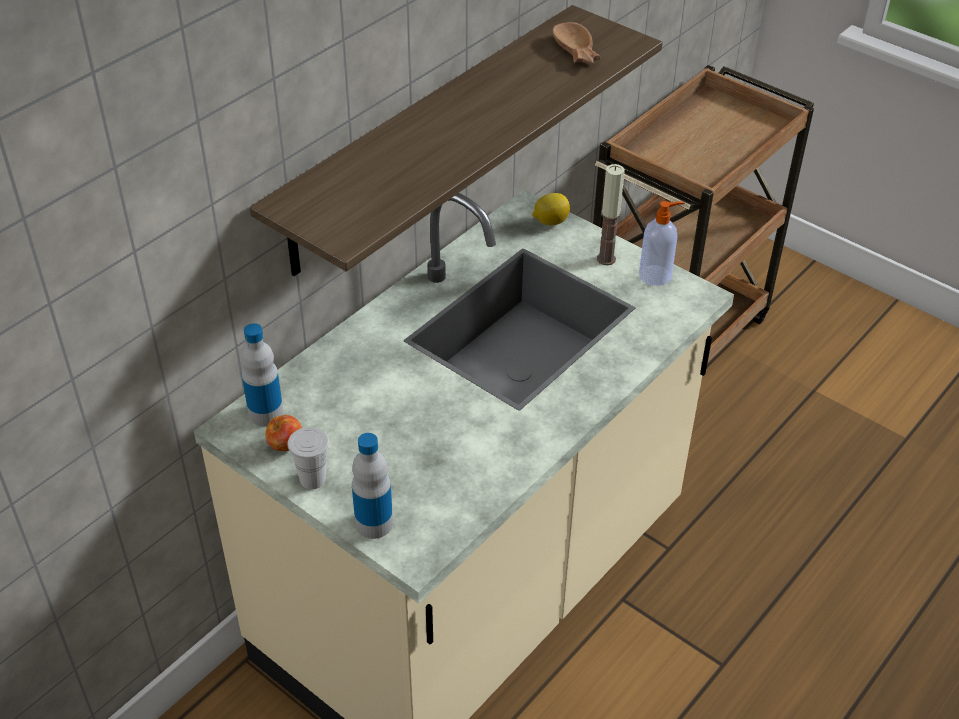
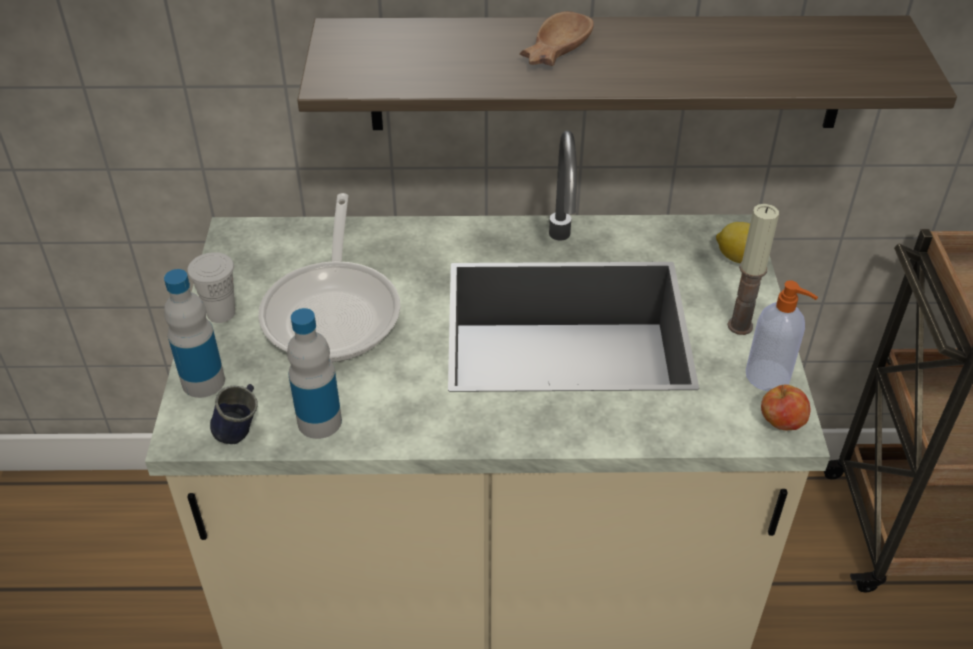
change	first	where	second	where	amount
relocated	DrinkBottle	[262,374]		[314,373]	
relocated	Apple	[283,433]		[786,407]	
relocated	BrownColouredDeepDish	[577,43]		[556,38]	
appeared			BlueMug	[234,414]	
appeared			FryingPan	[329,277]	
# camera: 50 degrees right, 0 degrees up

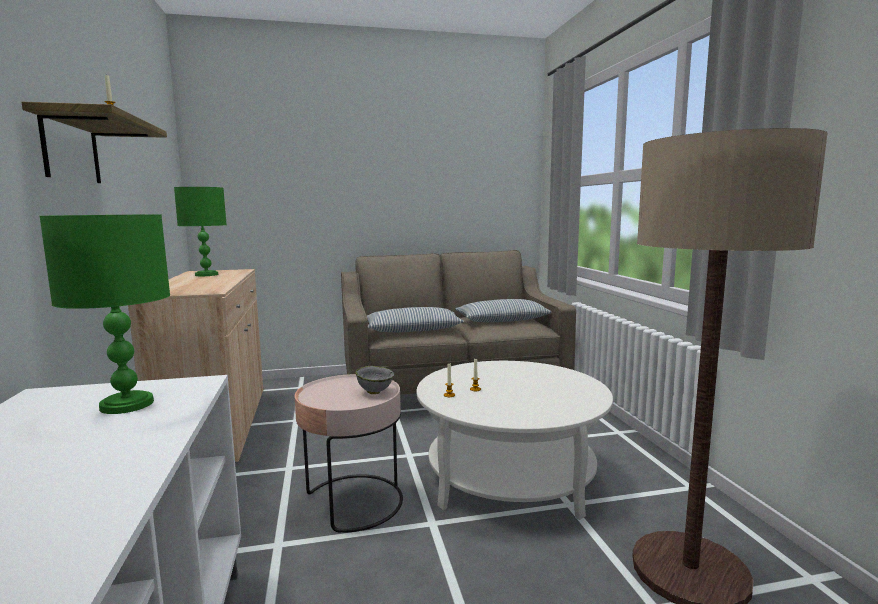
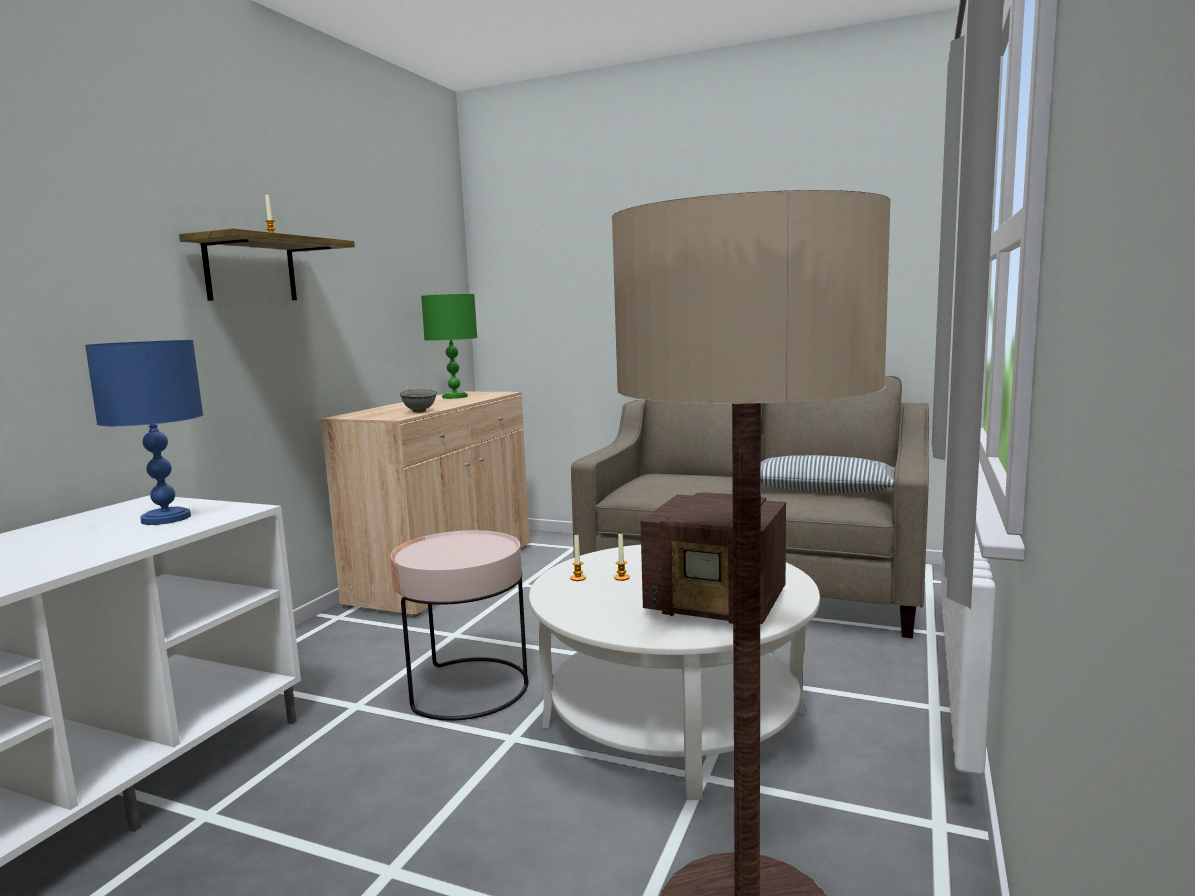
change	first	where	second	where	amount
colour	GreenLampForATable	[105,314]	BlueLampForATable	[144,432]	
relocated	GrayDeepDish	[374,380]		[418,401]	
missing	Cushion	[415,319]			
appeared			RadioSet	[713,558]	
# camera: 35 degrees right, 0 degrees up

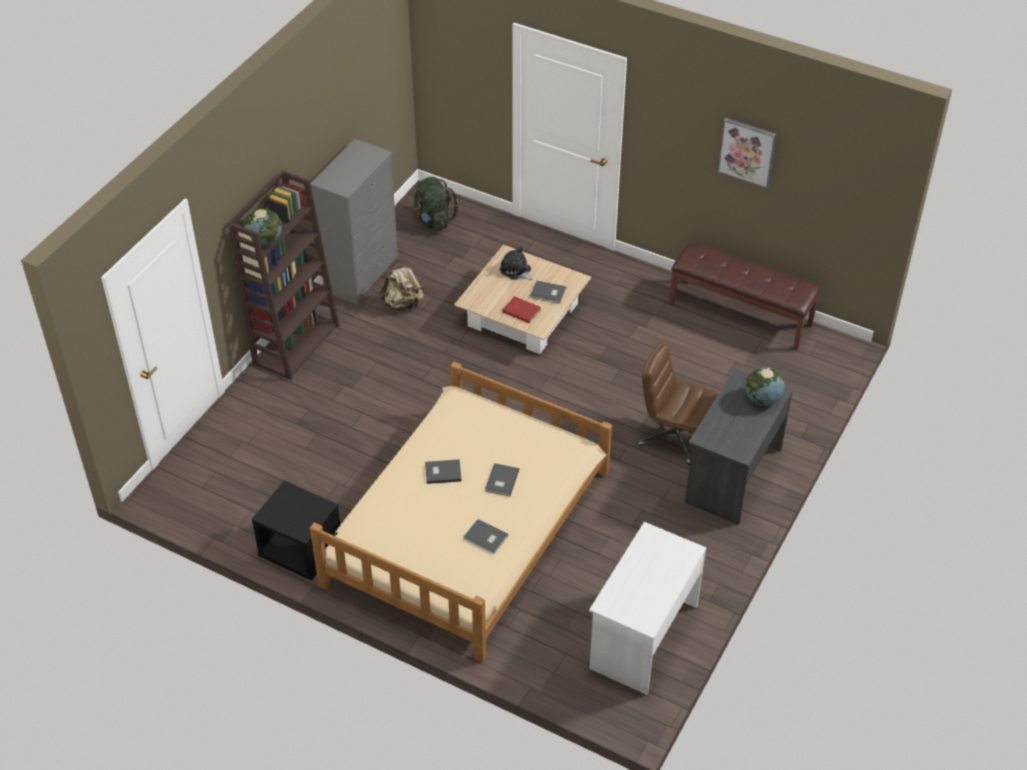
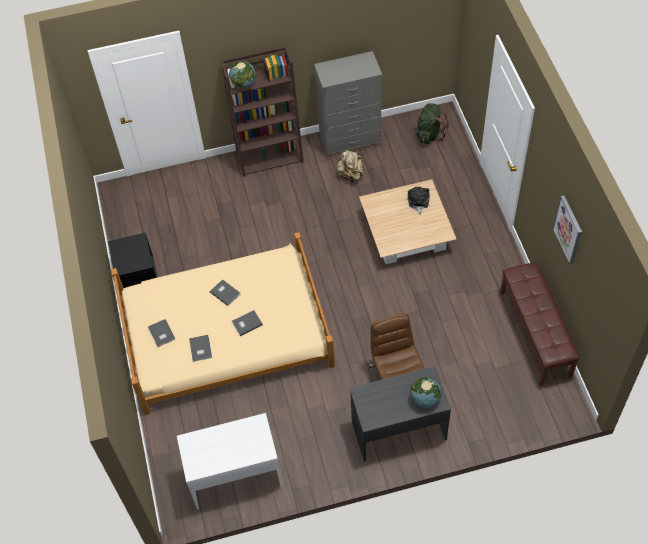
change	first	where	second	where	amount
missing	RedVolume	[521,309]			
relocated	GrayVolume	[548,292]		[161,333]	
# camera: 50 degrees right, 10 degrees up

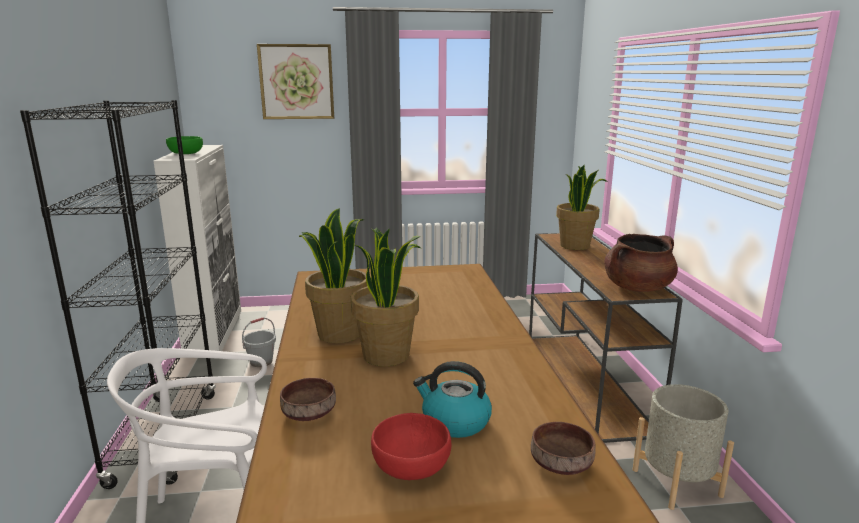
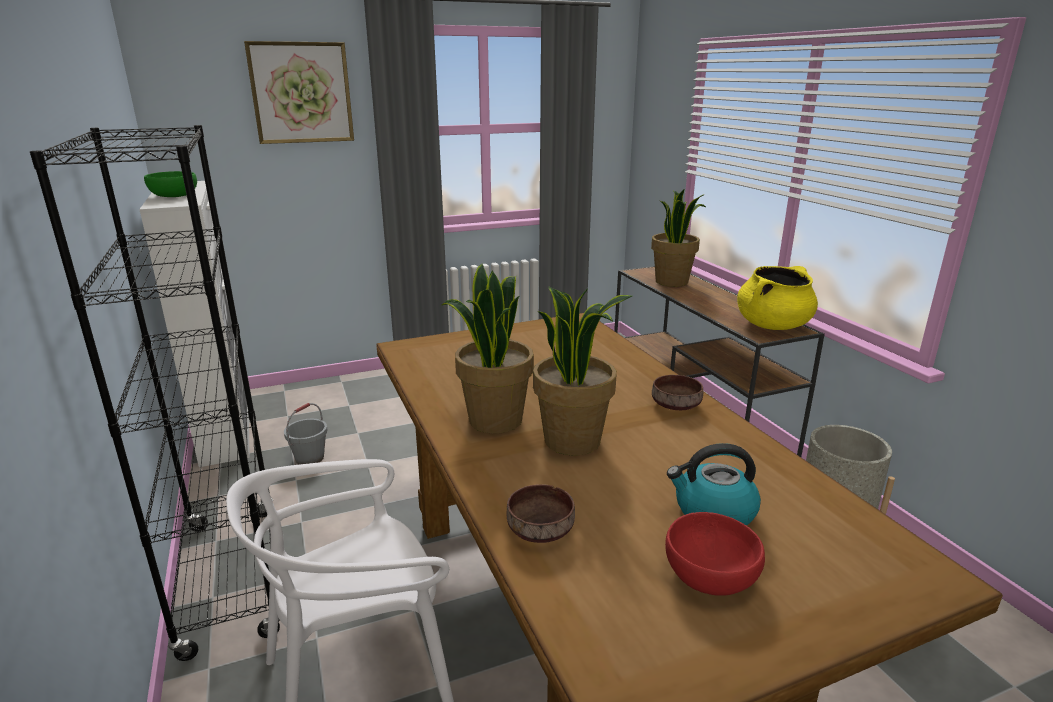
change	first	where	second	where	amount
relocated	BrownColouredDeepDish	[563,448]		[677,392]	
colour	BrownColouredSaucepot	[641,263]	YellowishSaucepot	[777,298]	
# camera: 15 degrees left, 5 degrees up

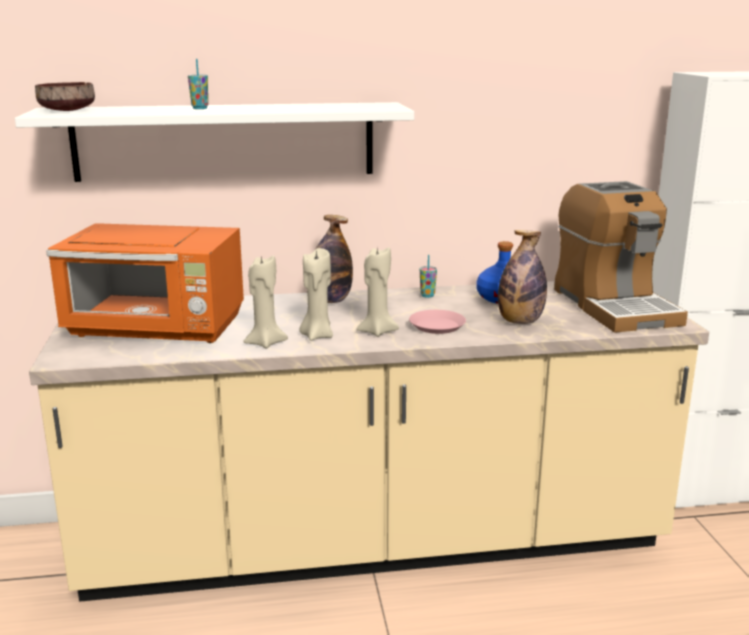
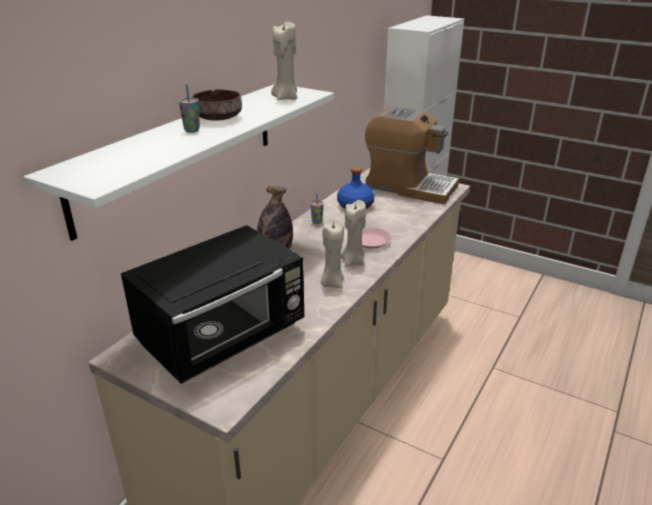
change	first	where	second	where	amount
relocated	BrownColouredDeepDish	[65,96]		[216,105]	
colour	OrangeColouredKitchenMicrowave	[145,283]	BlackKitchenMicrowave	[212,304]	
relocated	BeigeColouredCandle	[265,302]		[284,61]	
missing	DrinkBottle	[522,277]			
# camera: 50 degrees left, 10 degrees up

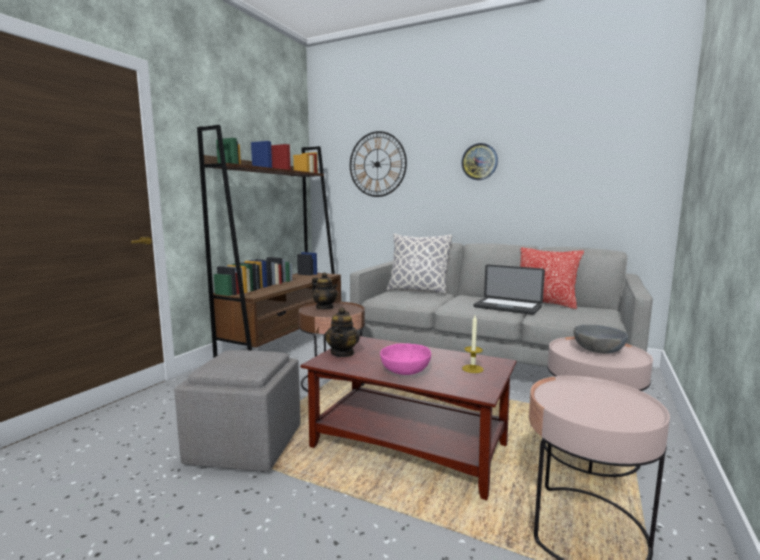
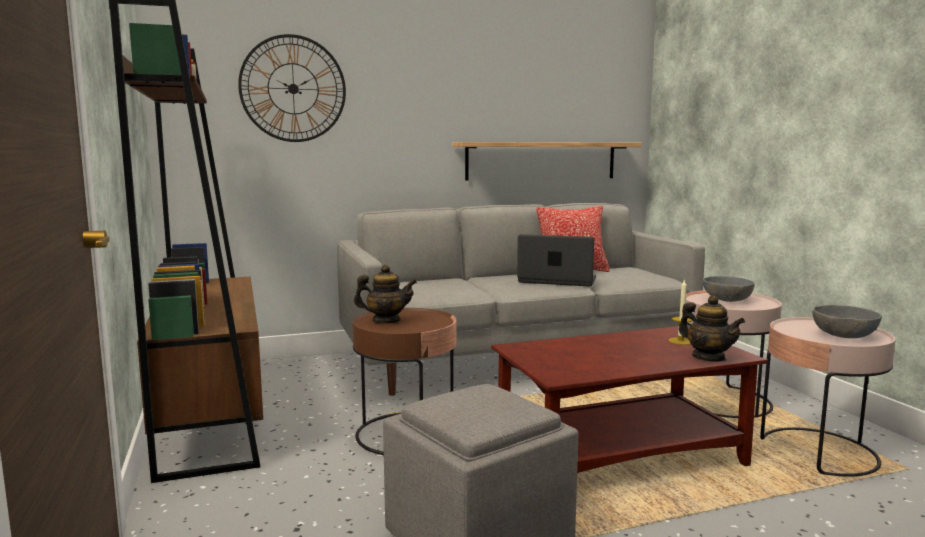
change	first	where	second	where	amount
relocated	Teapot	[342,332]		[712,328]	
missing	PinkishDeepDish	[405,359]			
missing	Cushion	[419,264]			
missing	HangingClock	[479,161]			
spun	NotebookComputer	[509,289]		[556,260]	150 degrees counterclockwise
appeared			Shelf	[547,161]	
appeared			GrayDeepDish	[847,321]	
# camera: 45 degrees left, 0 degrees up

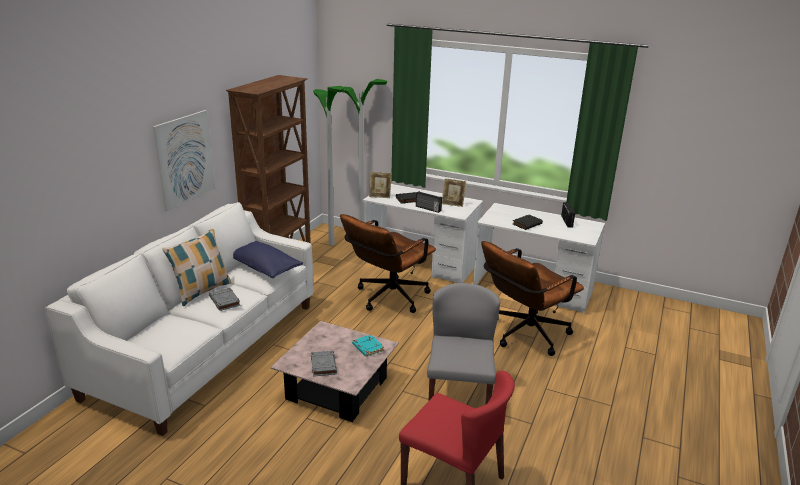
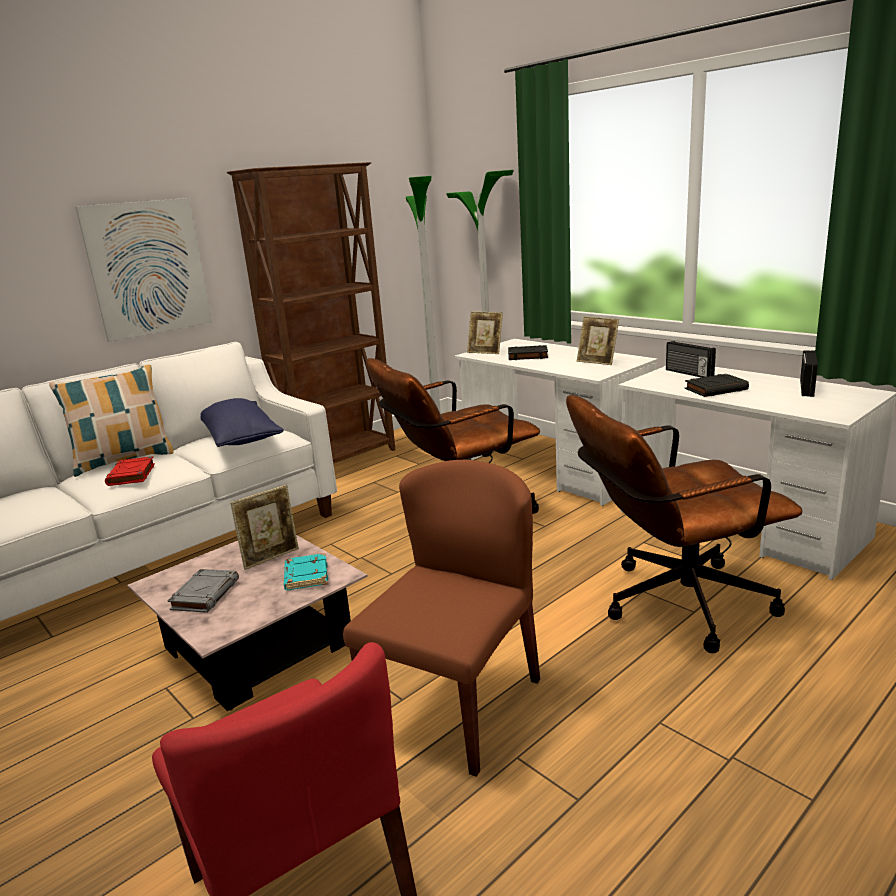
change	first	where	second	where	amount
colour	GrayVolume	[224,299]	RedVolume	[130,471]	
relocated	RadioSet	[429,202]		[691,359]	
colour	GrayChair	[463,344]	BrownColouredChair	[441,618]	
appeared			StandingFrame	[264,527]	
# camera: 25 degrees right, 5 degrees down

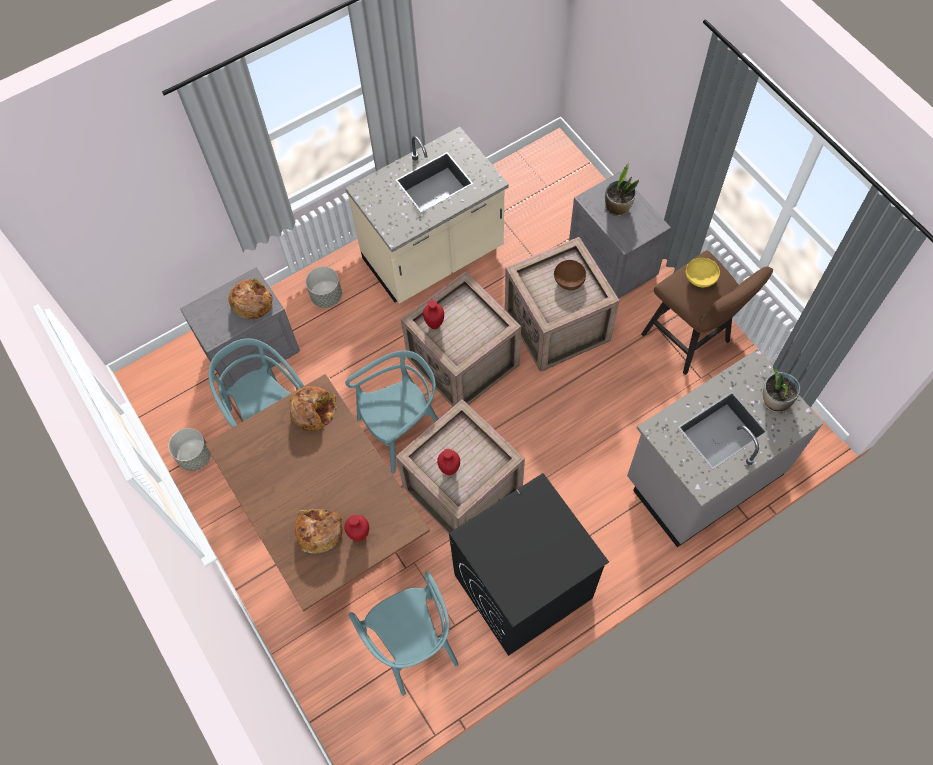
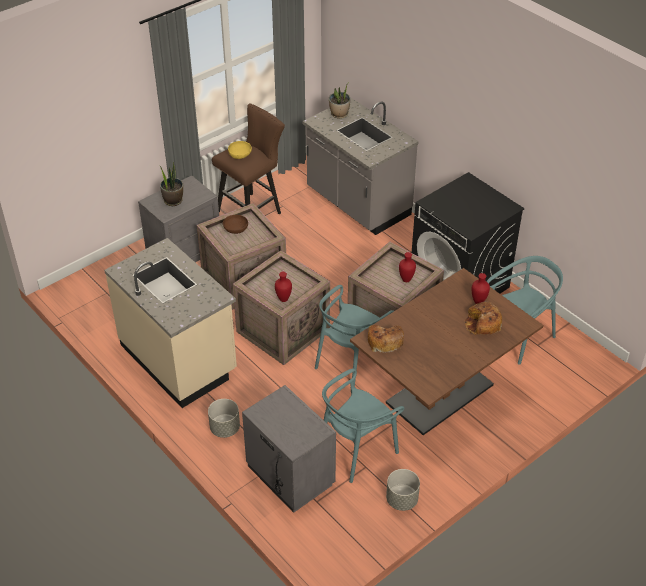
change	first	where	second	where	amount
missing	Bread	[250,299]			
spun	TurquoiseColouredChair	[391,412]		[354,335]	105 degrees counterclockwise
# camera: 100 degrees left, 20 degrees down

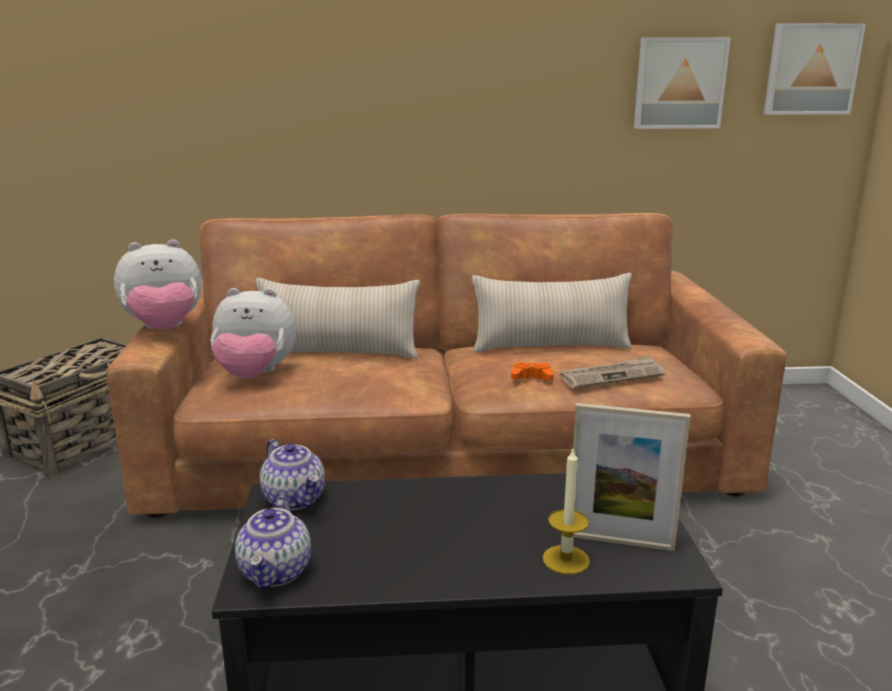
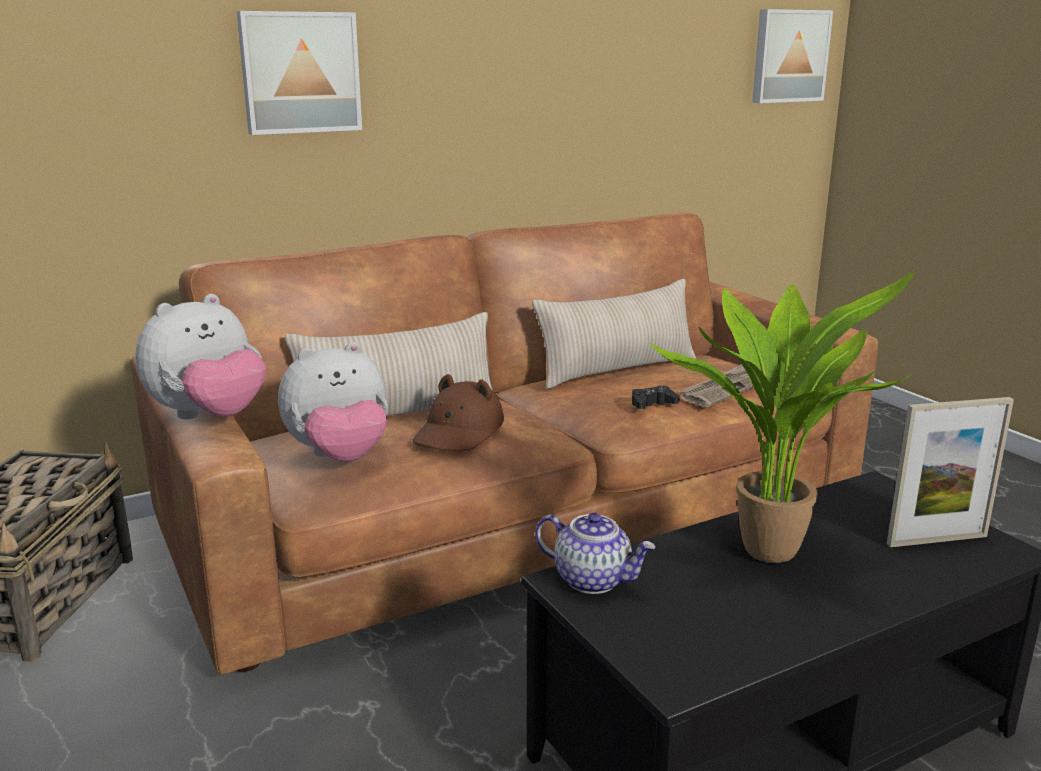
change	first	where	second	where	amount
missing	Teapot	[273,542]			
colour	OrangeColouredGameController	[532,371]	BlackGameController	[656,397]	
missing	Candle	[566,511]			
relocated	WallPicture	[682,83]		[299,73]	
appeared			BrownColouredHat	[458,412]	
appeared			PottedPlant	[782,416]	
# camera: 25 degrees left, 0 degrees up

